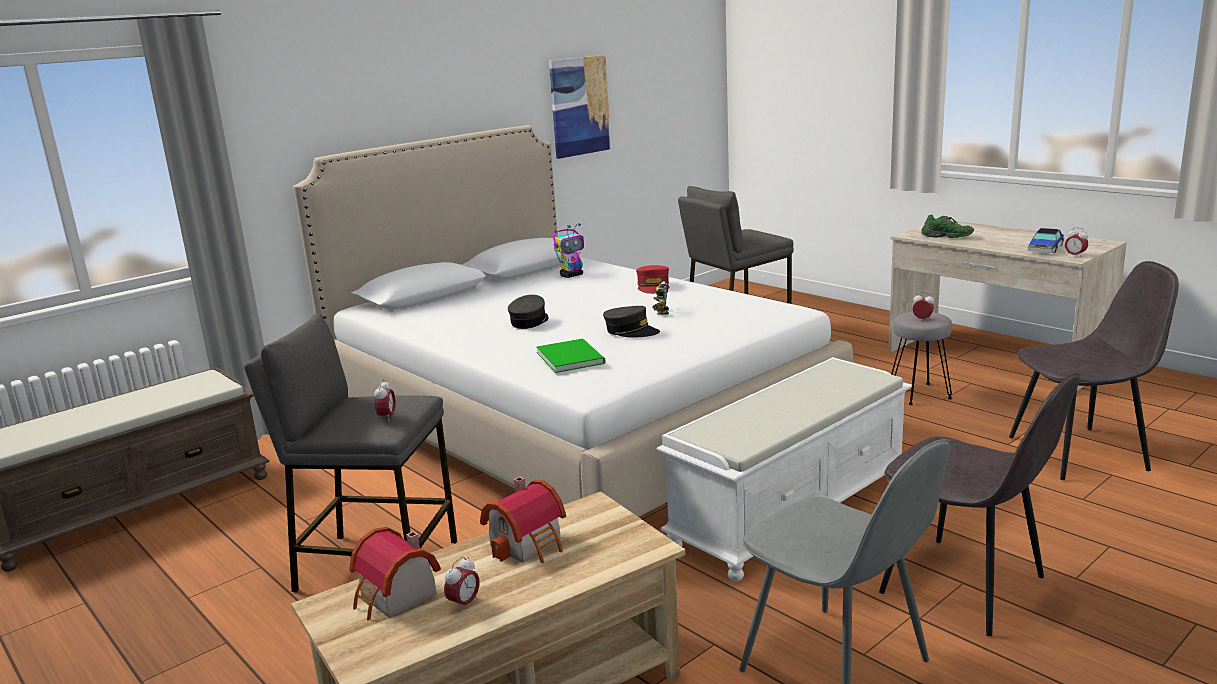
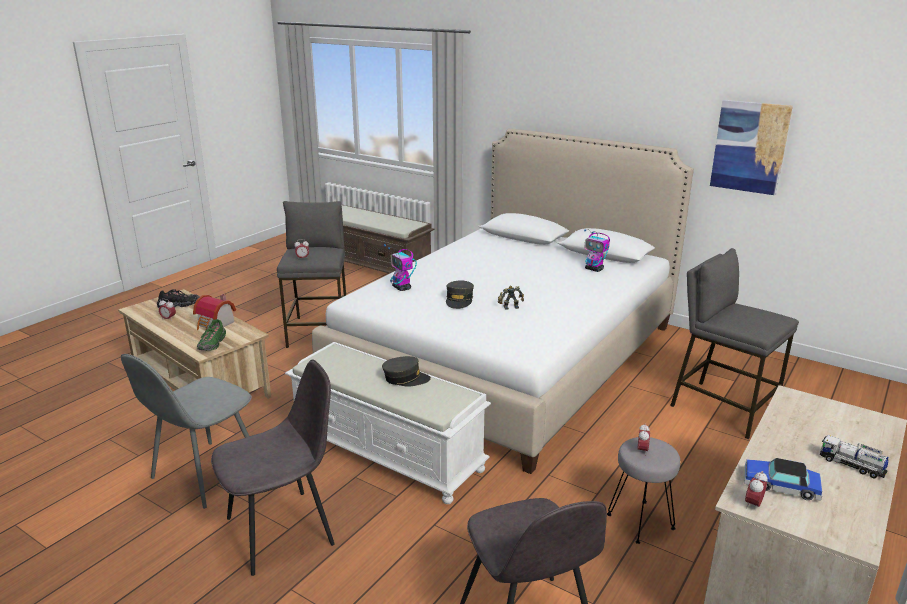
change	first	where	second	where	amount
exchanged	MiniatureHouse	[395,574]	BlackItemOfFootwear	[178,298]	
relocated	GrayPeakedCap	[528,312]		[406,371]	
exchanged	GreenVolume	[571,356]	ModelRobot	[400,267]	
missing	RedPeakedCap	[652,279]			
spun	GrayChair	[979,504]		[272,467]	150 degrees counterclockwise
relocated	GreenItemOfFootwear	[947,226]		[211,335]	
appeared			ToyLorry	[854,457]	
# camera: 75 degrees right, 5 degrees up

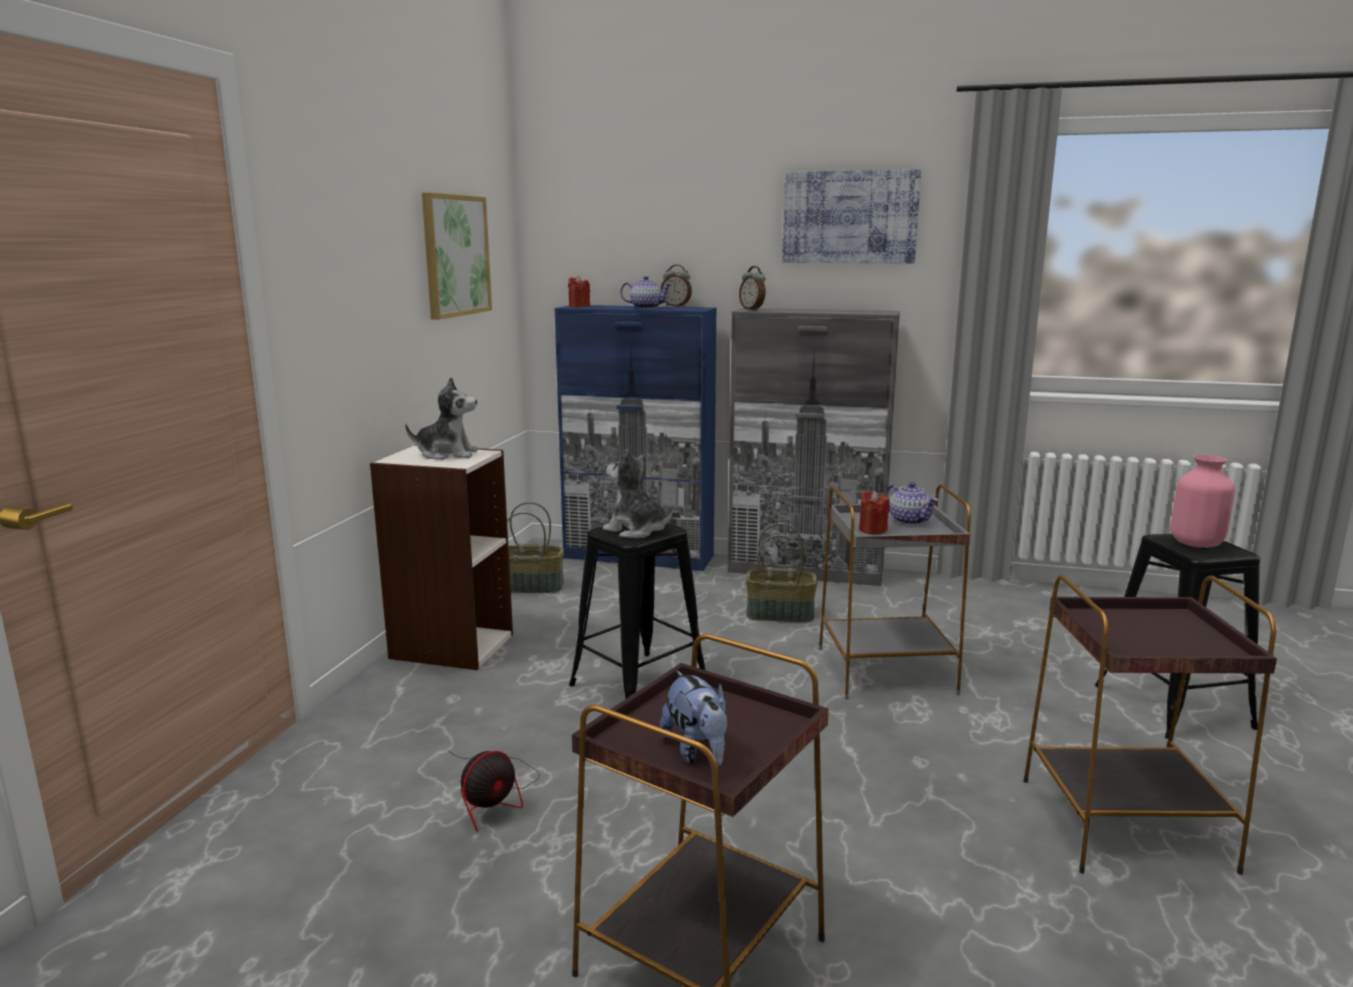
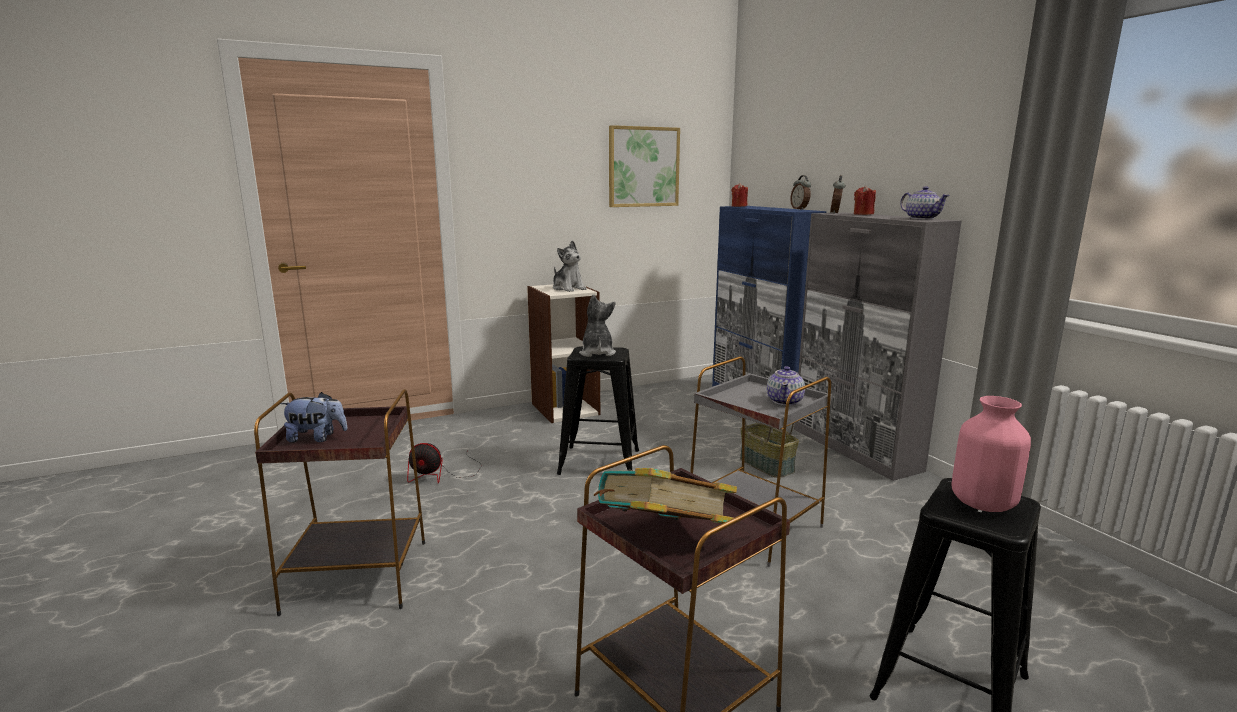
change	first	where	second	where	amount
missing	StorageBasket	[535,547]			
relocated	Teapot	[646,292]		[925,202]	
spun	SoftToy	[694,718]		[314,417]	120 degrees counterclockwise
missing	WallPicture	[851,216]			
relocated	RedCandle	[874,512]		[865,200]	
appeared			Volume	[665,495]	
# camera: 50 degrees right, 0 degrees up

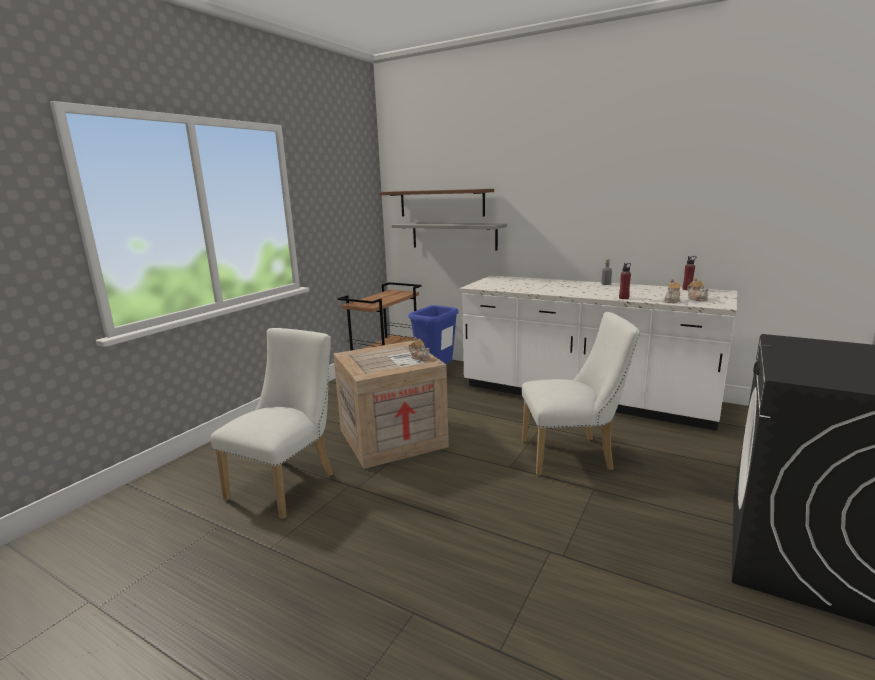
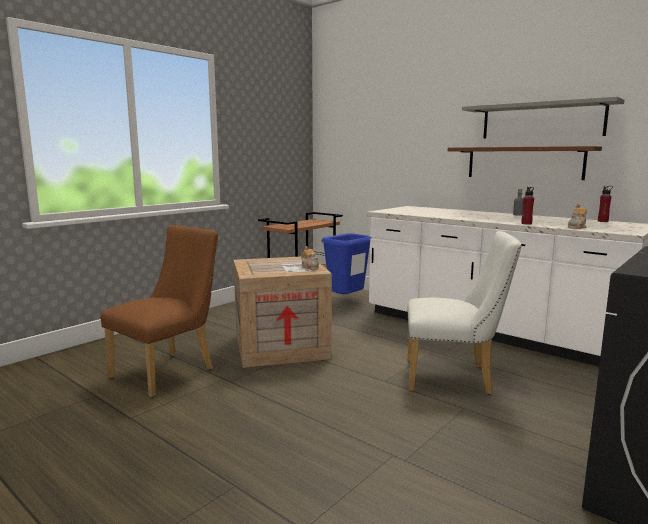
change	first	where	second	where	amount
colour	WhiteChair	[271,423]	BrownColouredChair	[159,312]	
relocated	BrownColouredShelf	[436,203]		[525,163]	
relocated	GrayShelf	[449,237]		[543,117]	
missing	Teapot	[698,289]			
# camera: 10 degrees right, 5 degrees down

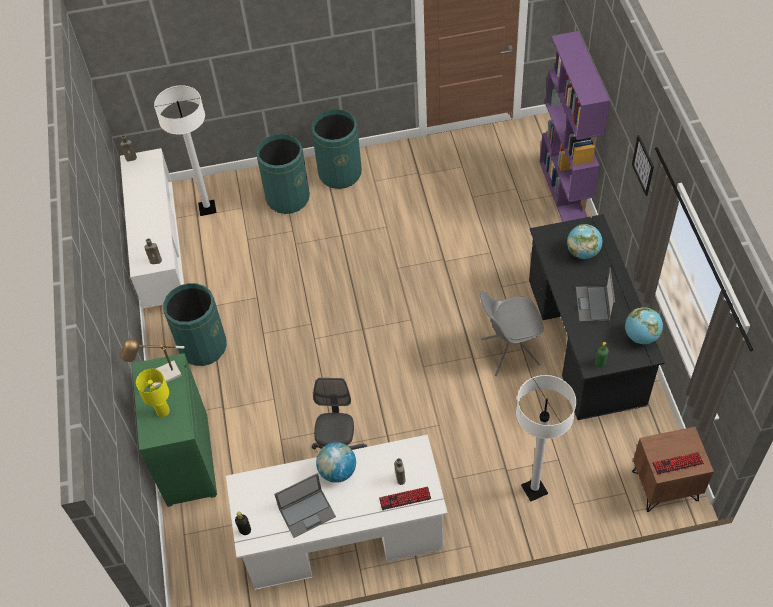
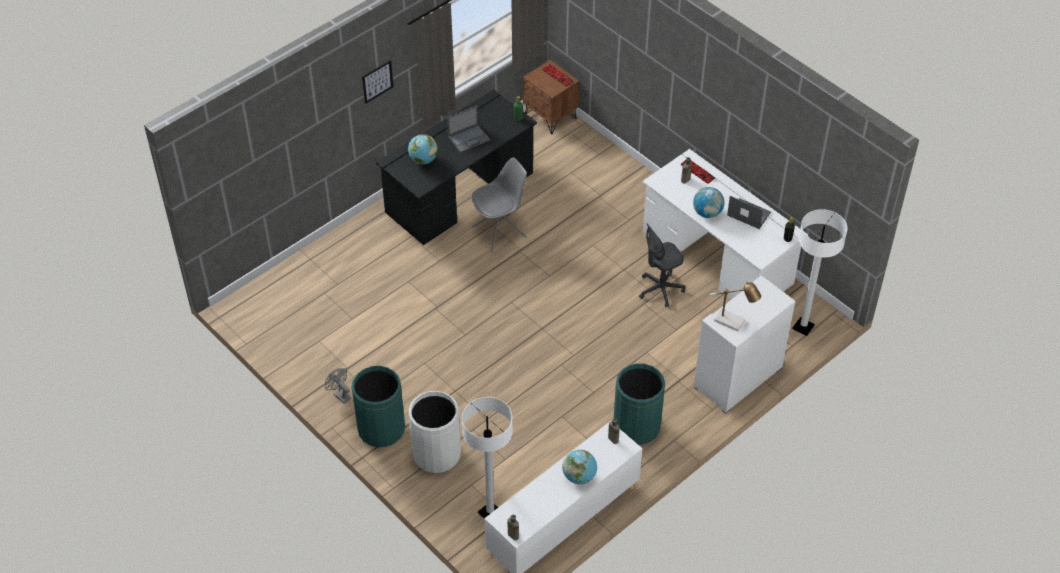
change	first	where	second	where	amount
colour	GreenCupboard	[174,430]	WhiteCupboard	[744,345]	
missing	YellowishLampForATable	[153,393]			
colour	GreenRubbishBin	[283,174]	WhiteRubbishBin	[435,432]	
spun	GrayChair	[512,333]		[499,205]	75 degrees counterclockwise
relocated	WhiteStandardLamp	[546,438]		[820,272]	
missing	PurpleBookcase	[575,126]			
relocated	Globe	[644,325]		[579,467]	
appeared			GrayCoolingFan	[338,386]	
# camera: 125 degrees left, 5 degrees down

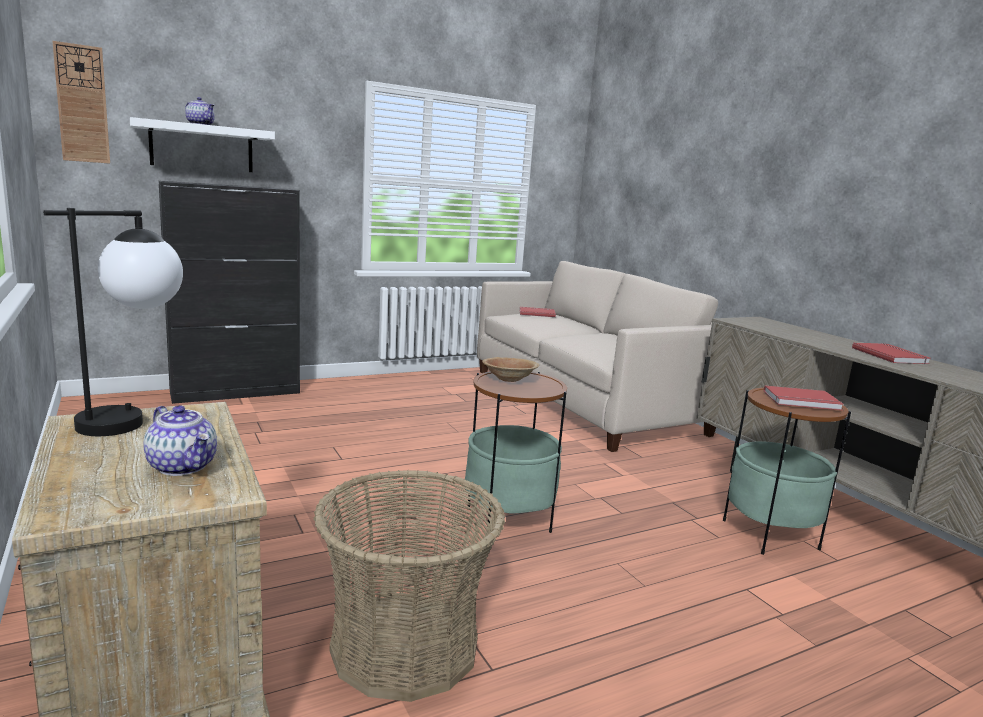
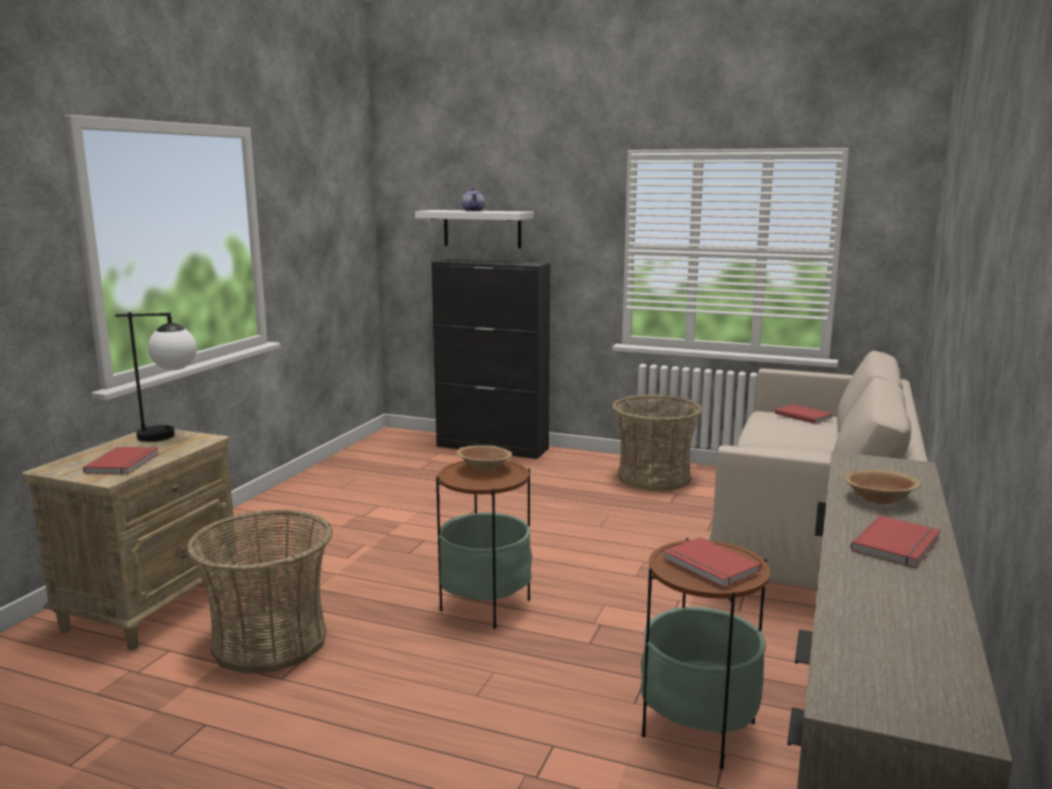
change	first	where	second	where	amount
missing	HangingClock	[81,102]			
exchanged	Teapot	[180,440]	RedVolume	[121,461]	
appeared			StorageBasket	[657,443]	
appeared			BrownColouredDeepDish	[882,487]	
# camera: 50 degrees right, 0 degrees up

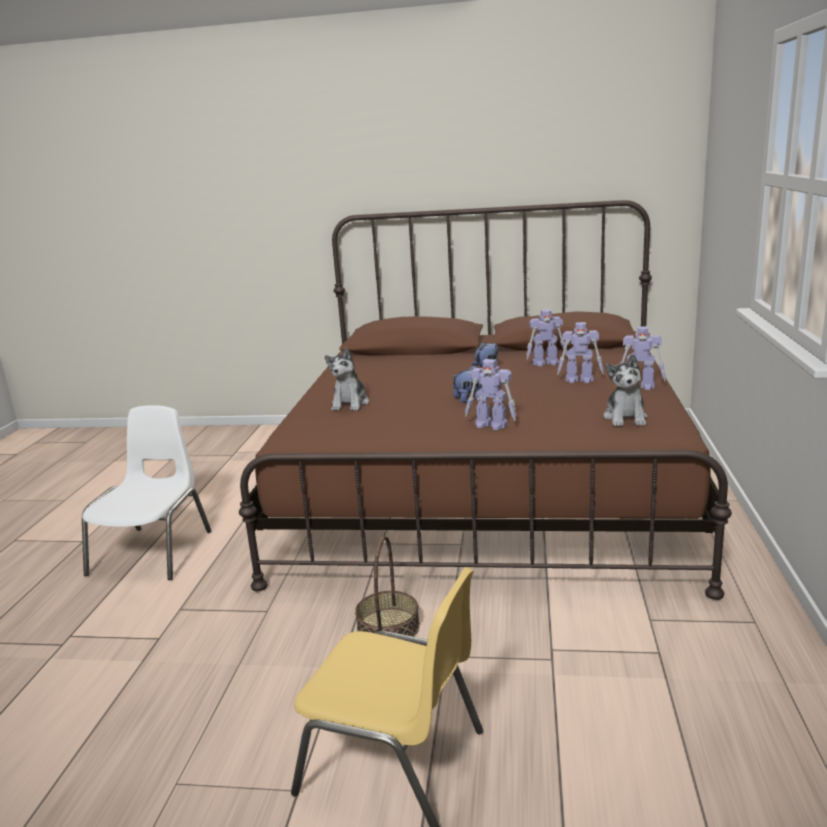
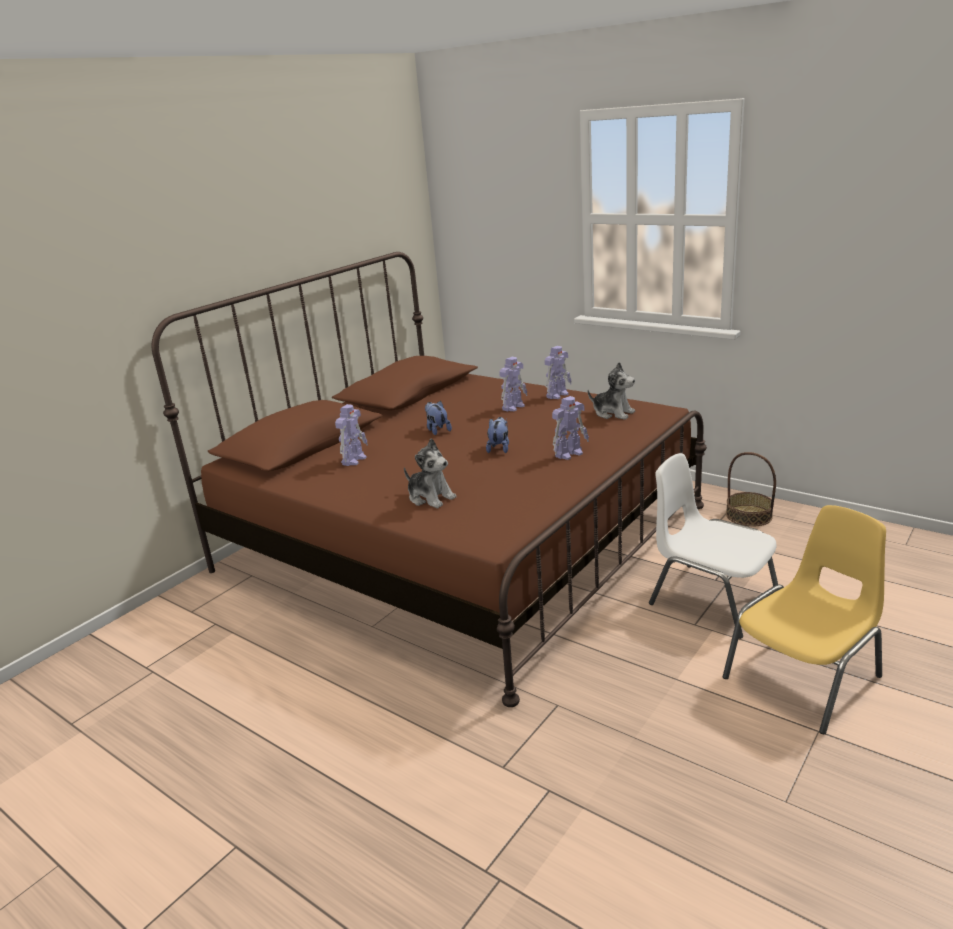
change	first	where	second	where	amount
relocated	WhiteChair	[146,492]		[713,546]	
relocated	StorageBasket	[387,586]		[751,489]	
relocated	ModelRobot	[546,337]		[351,435]	
# camera: 60 degrees left, 5 degrees up

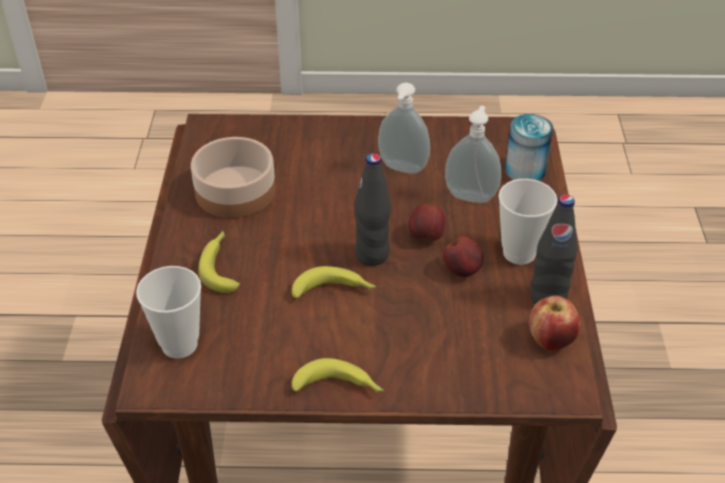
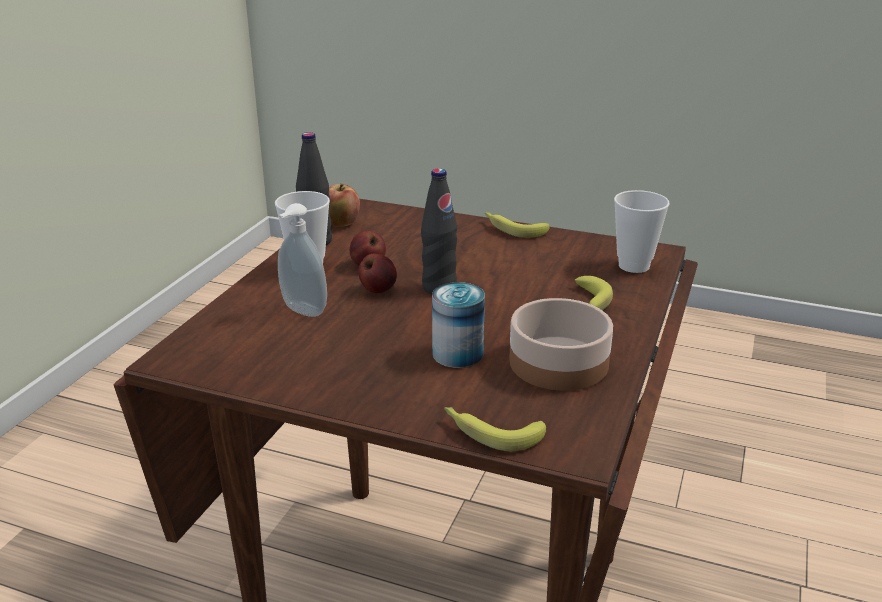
change	first	where	second	where	amount
relocated	Banana	[334,282]		[495,429]	
missing	LiquidSoapBottle	[404,128]			
relocated	MetalCan	[529,147]		[458,325]	
# camera: 160 degrees left, 15 degrees down

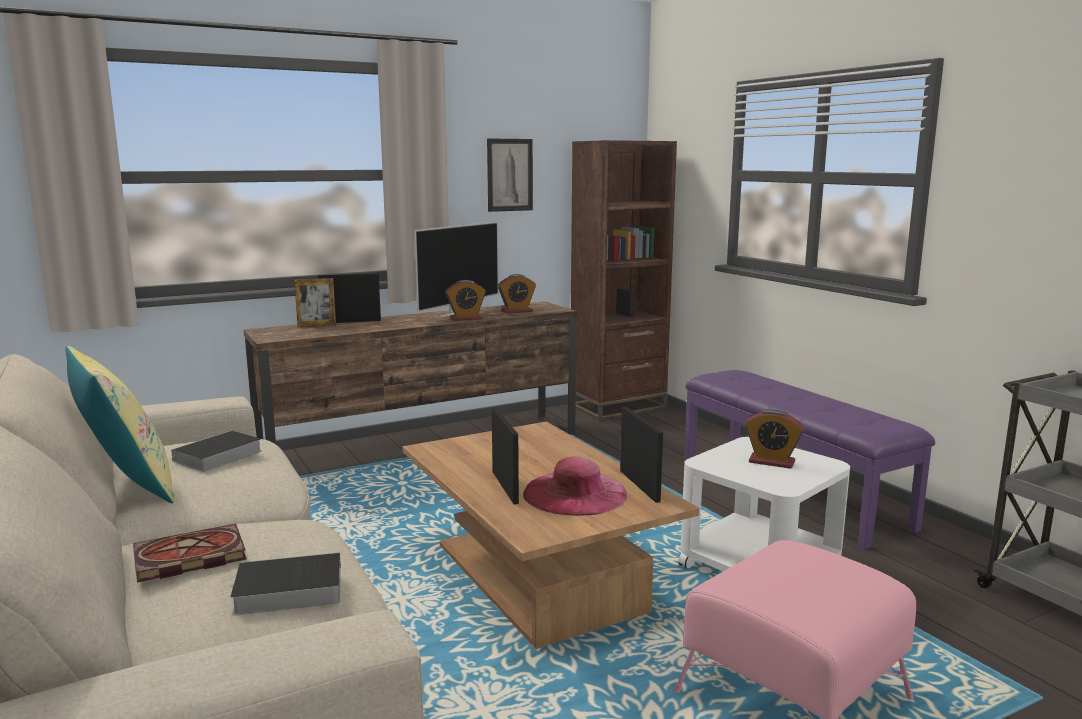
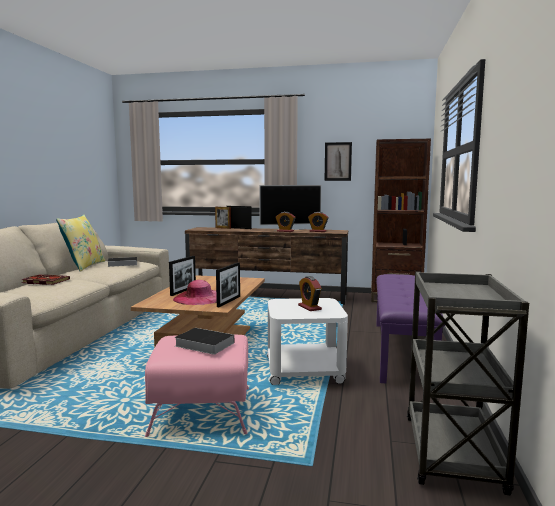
change	first	where	second	where	amount
relocated	Volume	[280,583]		[204,341]	
# camera: 40 degrees right, 5 degrees down

